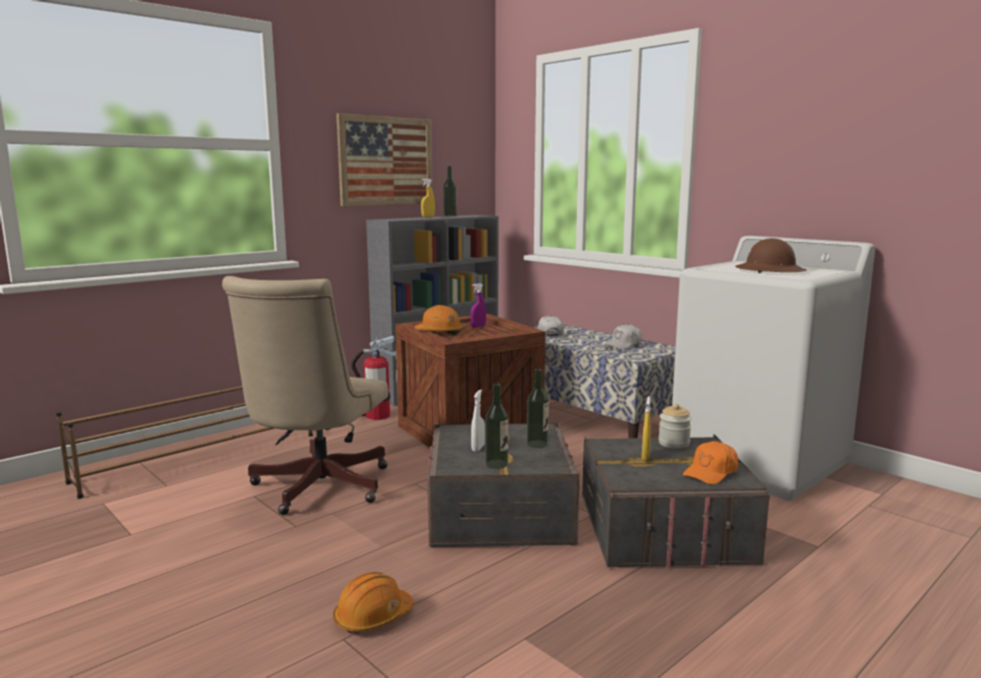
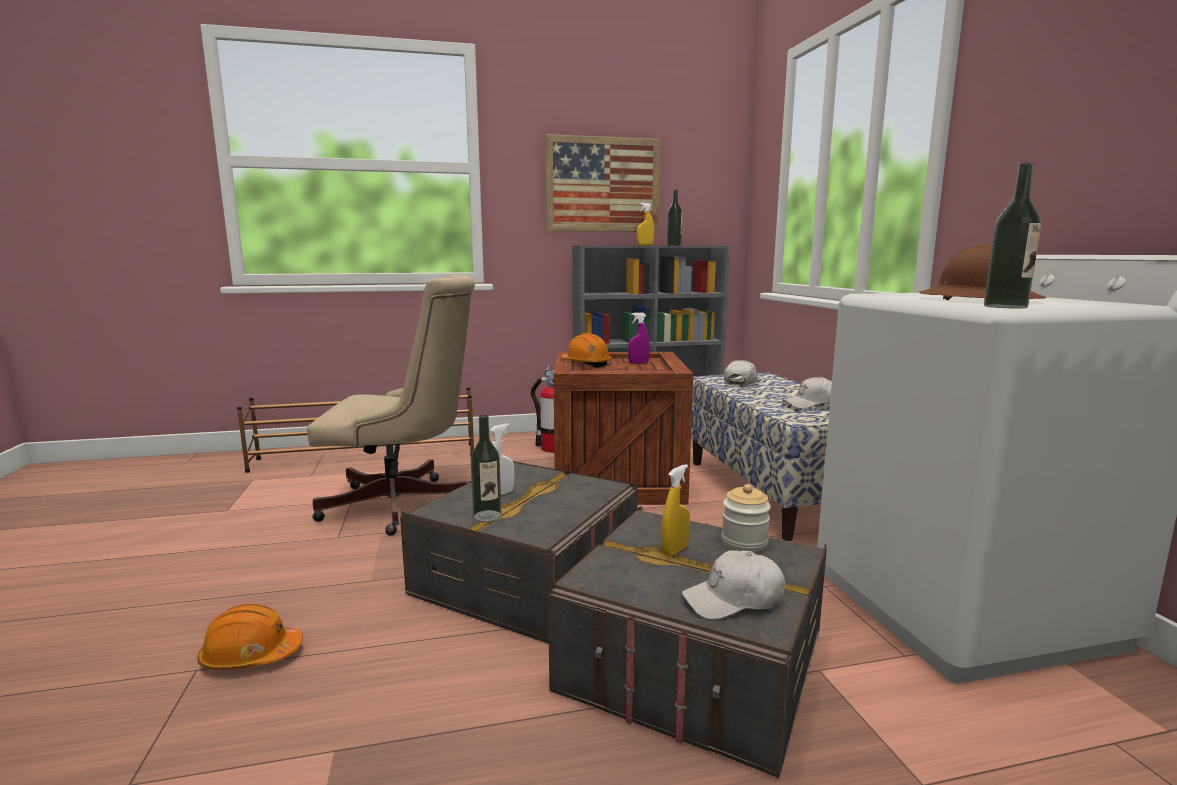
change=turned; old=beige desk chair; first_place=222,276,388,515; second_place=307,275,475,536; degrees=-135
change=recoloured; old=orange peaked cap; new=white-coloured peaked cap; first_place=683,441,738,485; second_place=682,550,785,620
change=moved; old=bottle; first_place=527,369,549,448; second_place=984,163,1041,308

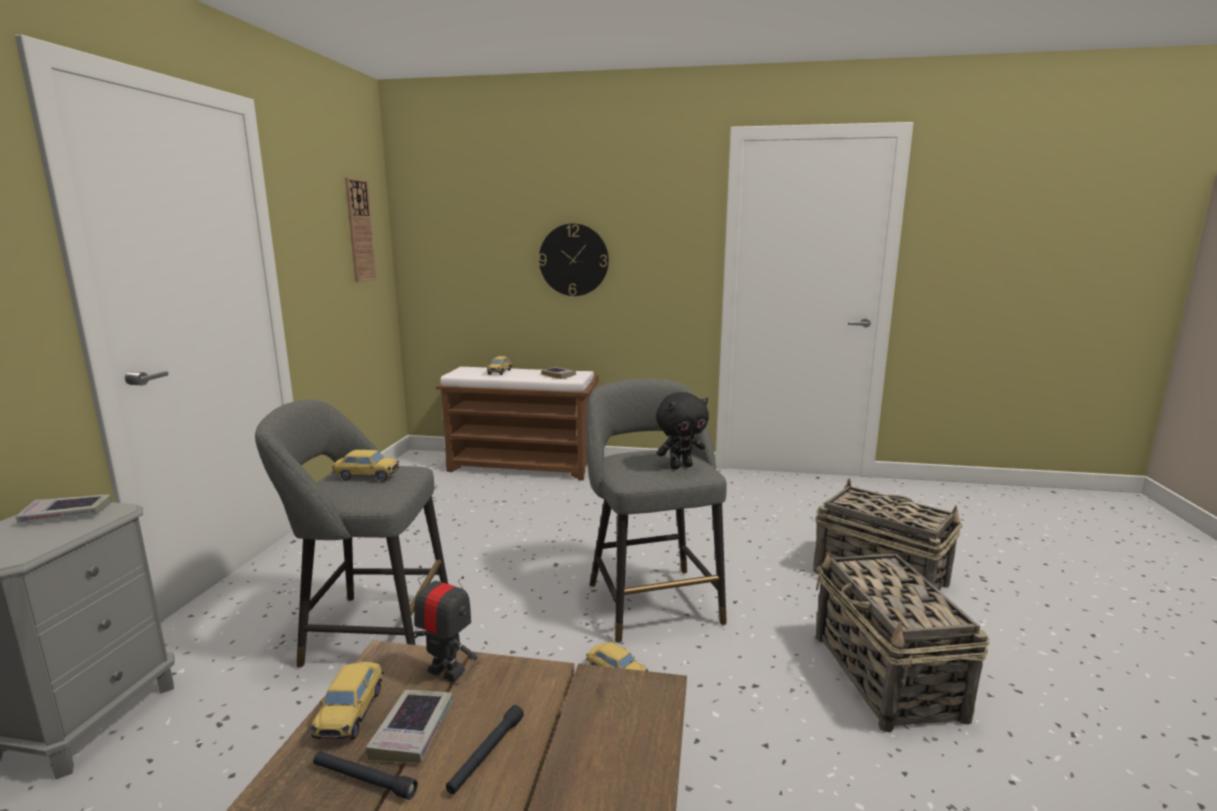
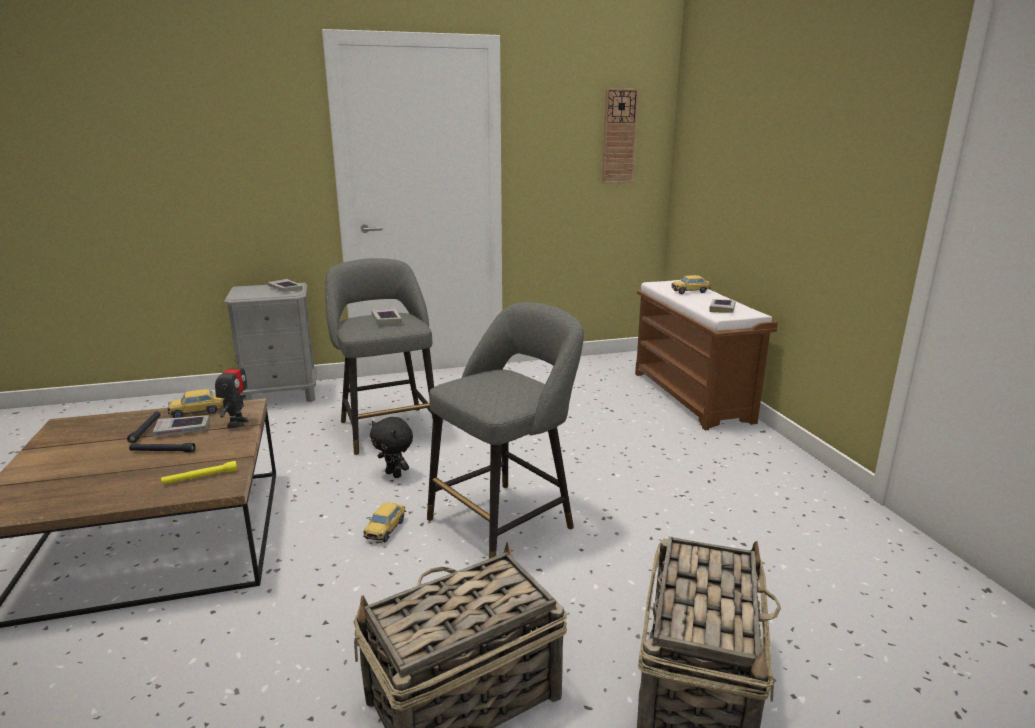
change=added; new=yellow torch; second_place=161,461,237,484
change=moved; old=black-coloured soft toy; first_place=656,392,709,469; second_place=370,417,413,478
change=replaced; old=miniature car; new=bound book; first_place=332,450,400,482; second_place=371,307,402,324
change=removed; old=clock on the wall; first_place=539,224,609,296

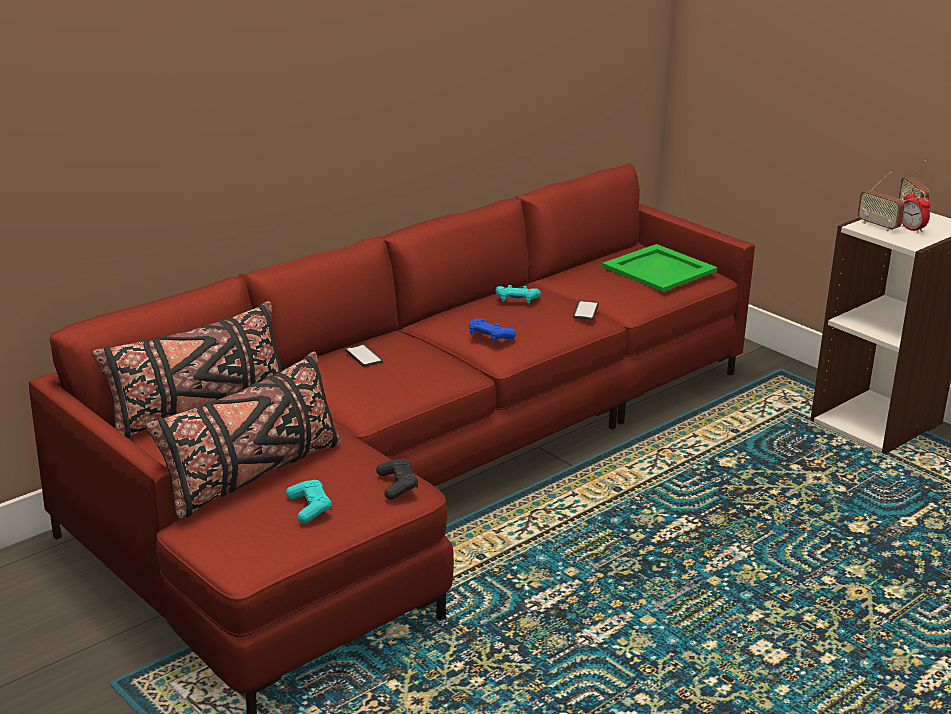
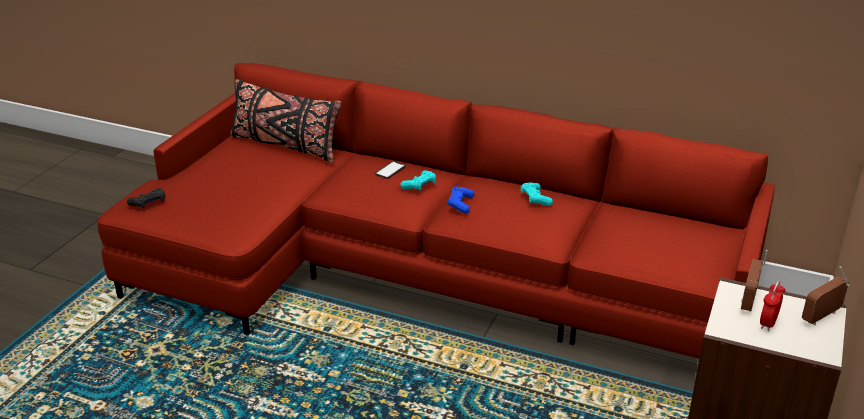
change=moved; old=black-coloured gamepad; first_place=376,459,418,500; second_place=127,188,165,209
change=moved; old=blue-green gamepad; first_place=286,480,331,524; second_place=400,171,436,191
change=removed; old=black-coloured throw pillow; first_place=146,351,341,519
change=removed; old=phone; first_place=573,300,599,320
change=removed; old=green-coloured serving tray; first_place=602,244,717,292

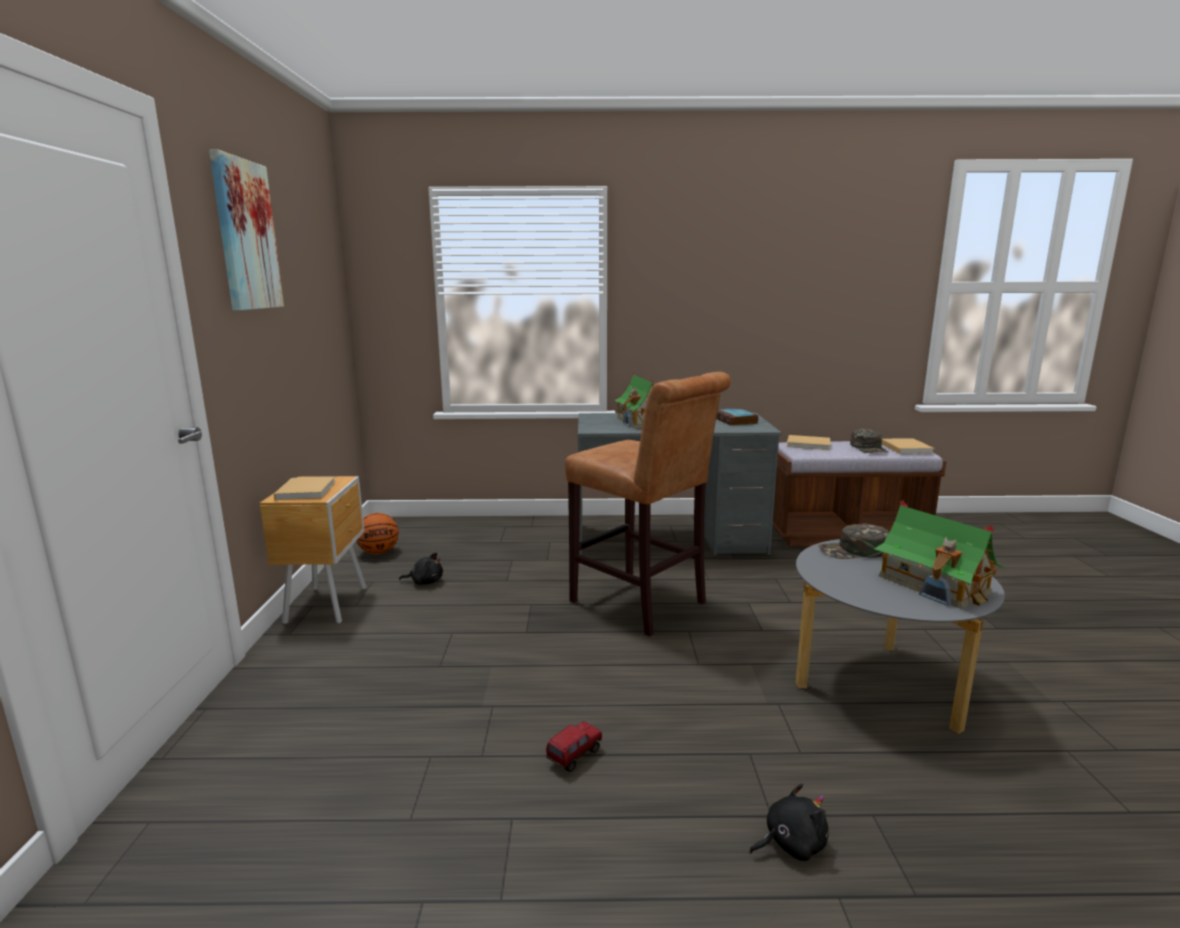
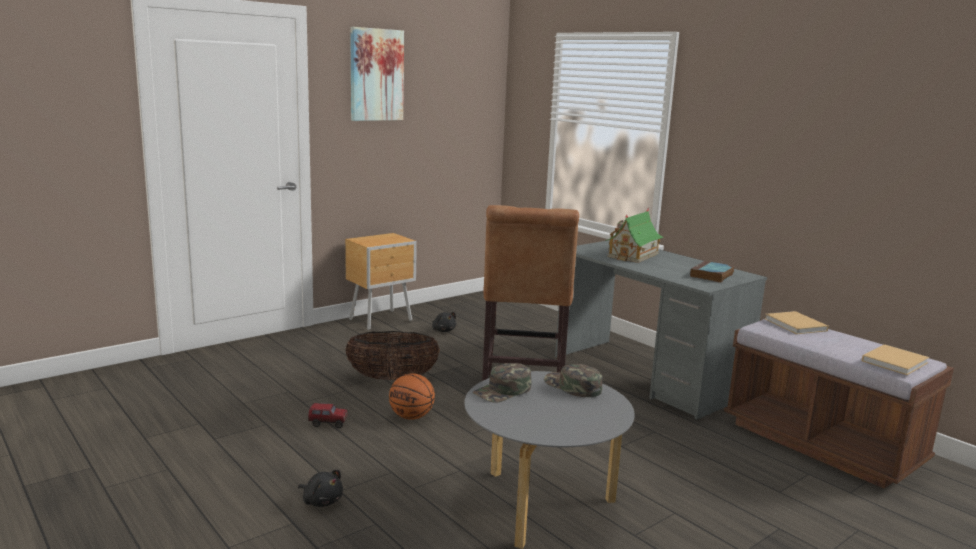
change=added; new=basket; second_place=346,331,440,380
change=moved; old=basketball; first_place=357,513,399,554; second_place=389,373,435,420
change=moved; old=green-coloured peaked cap; first_place=850,428,889,453; second_place=473,363,532,403
change=removed; old=beige bound book; first_place=274,476,336,500
change=removed; old=toy house; first_place=874,500,1006,609

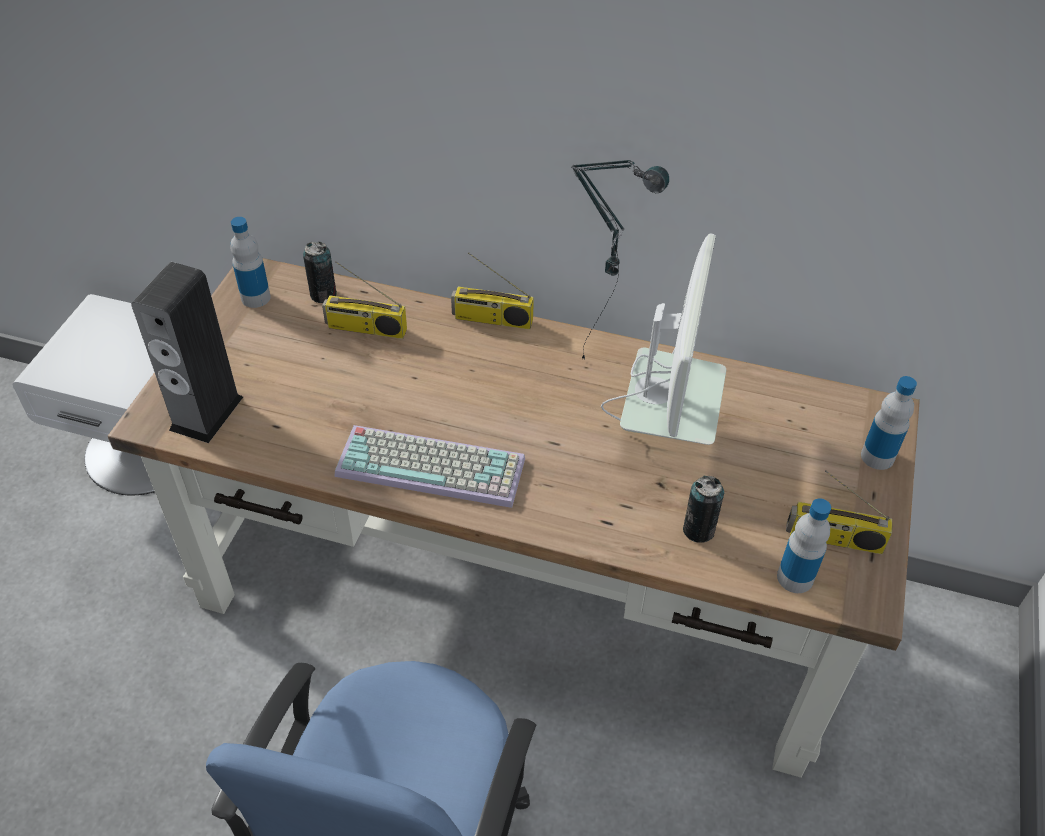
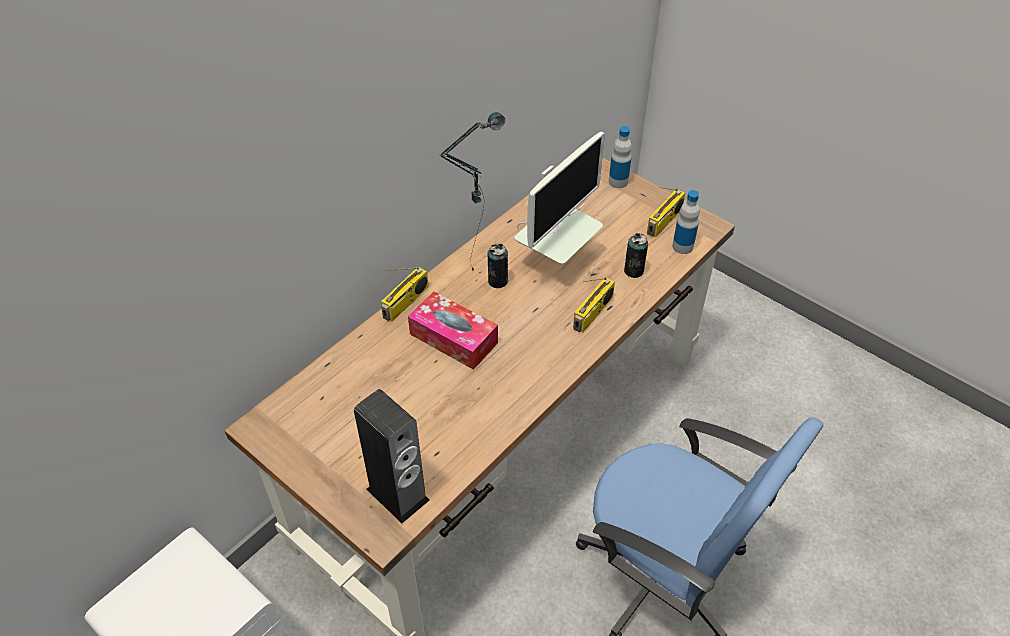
change=added; new=tissue box; second_place=408,291,498,370
change=moved; old=sealed can; first_place=303,242,337,303; second_place=488,244,508,288
change=turned; old=computer screen; first_place=601,233,726,445; second_place=514,132,605,264; degrees=90
change=moved; old=radio set; first_place=322,261,407,339; second_place=573,277,615,333
change=removed; old=bottle; first_place=230,217,271,308
change=removed; old=keyboard; first_place=334,425,525,508

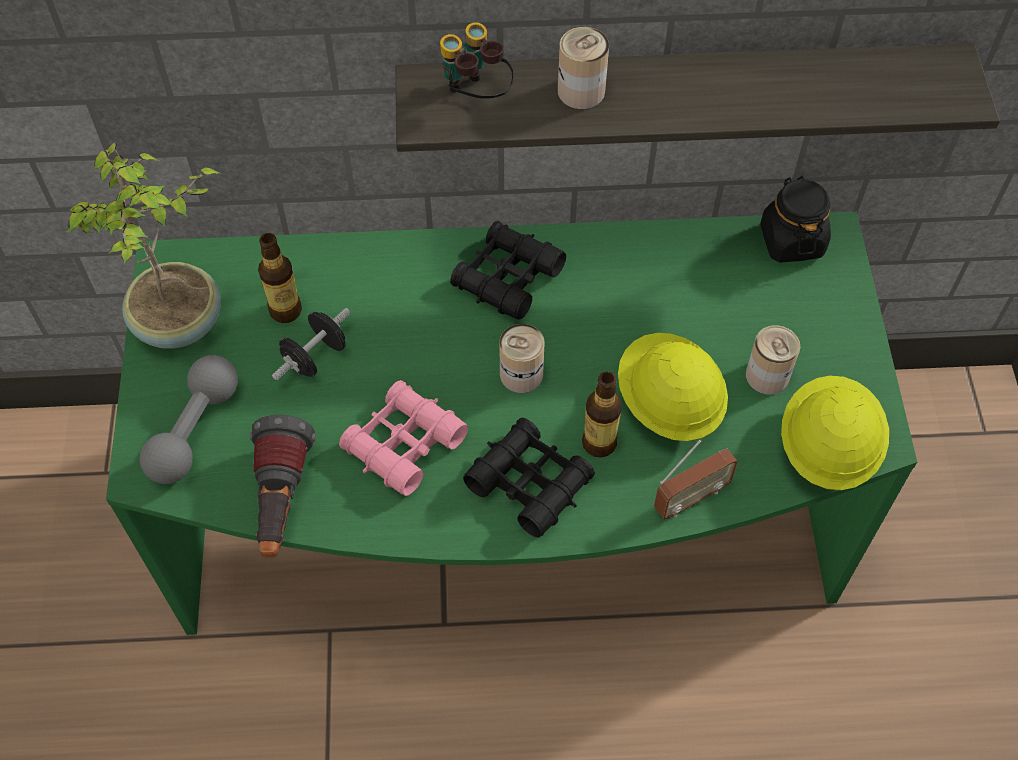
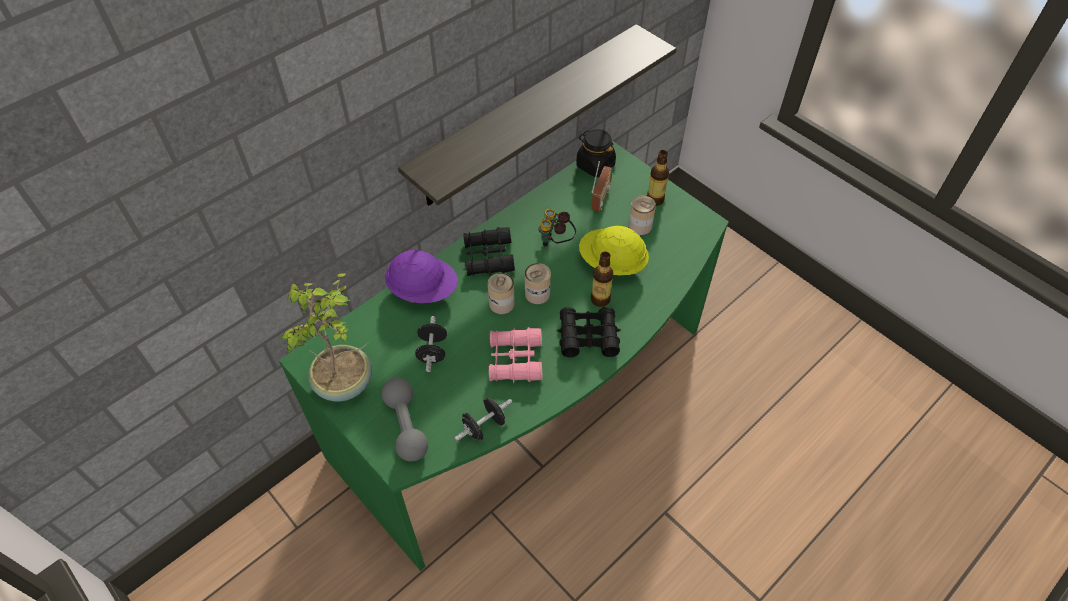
change=added; new=purple-coloured hard hat; second_place=385,250,458,303
change=replaced; old=torch; new=black-coloured free weight; first_place=250,415,316,557; second_place=455,398,512,441
change=moved; old=sealed can; first_place=558,27,609,109; second_place=488,273,515,314
change=moved; old=pair of binoculars; first_place=440,22,514,99; second_place=538,209,576,246
change=moved; old=radio set; first_place=654,440,738,520; second_place=591,161,612,212
change=moved; old=bottle; first_place=258,233,302,323; second_place=647,150,669,206
change=removed; old=yellow hard hat; first_place=781,376,889,490

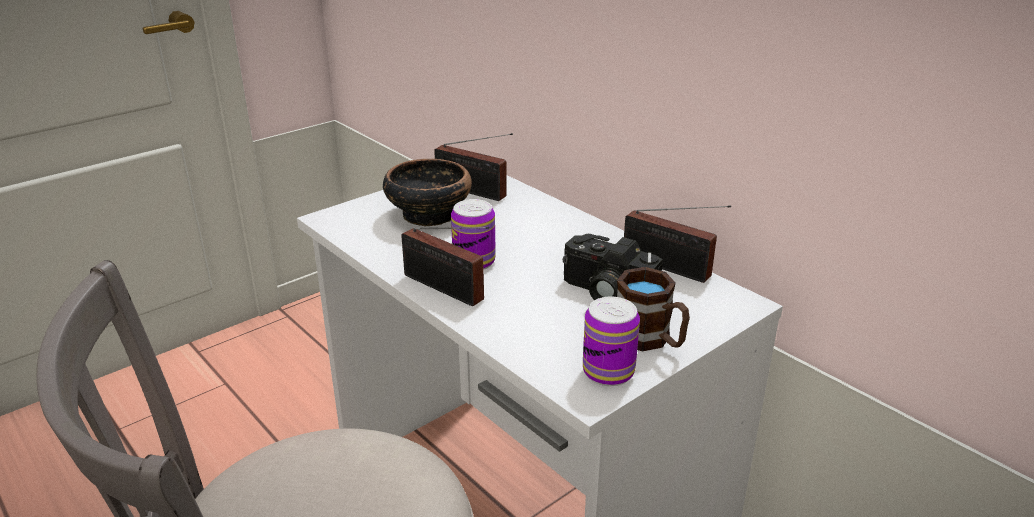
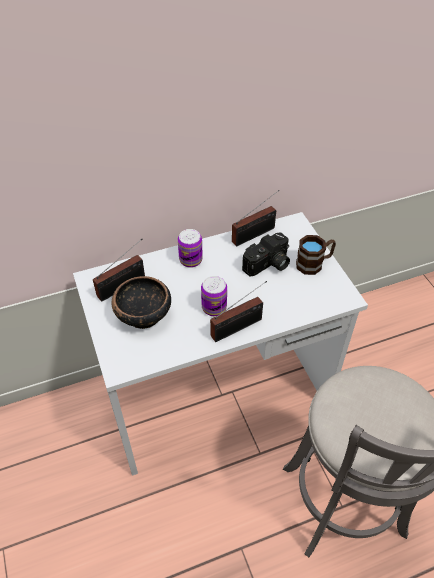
change=moved; old=sealed can; first_place=583,297,640,386; second_place=178,229,203,268

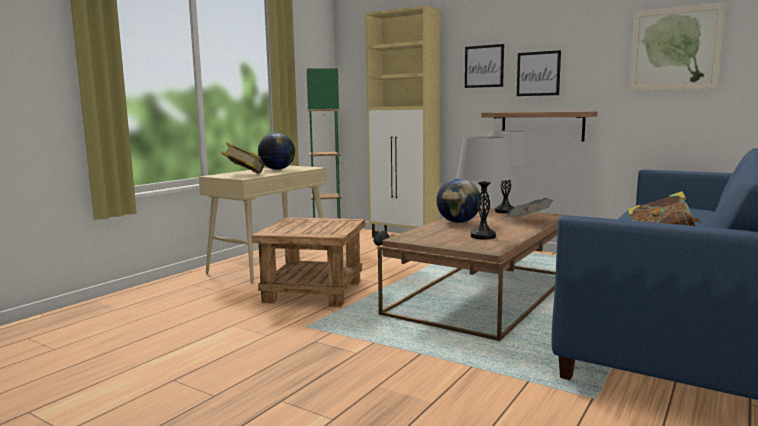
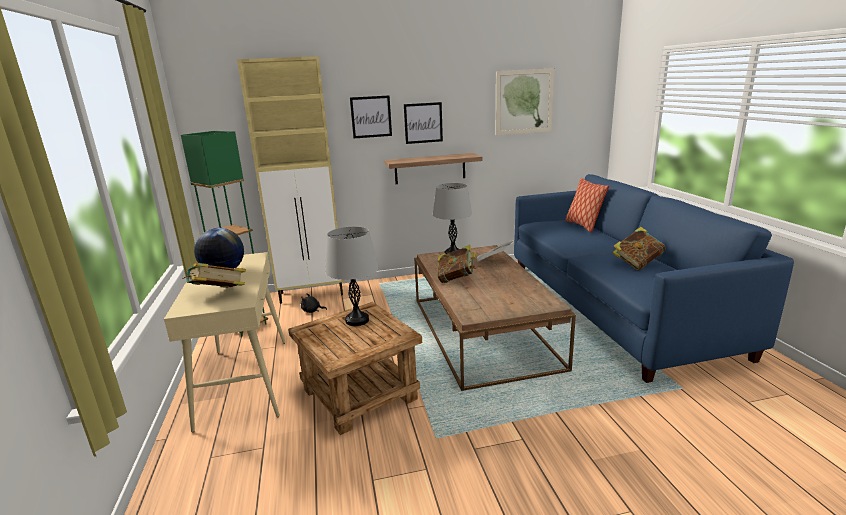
change=moved; old=gray tabletop lamp; first_place=456,136,513,240; second_place=325,226,379,326
change=replaced; old=globe; new=bound book; first_place=436,179,481,223; second_place=437,245,476,283
change=added; new=throw pillow; second_place=565,178,609,233

